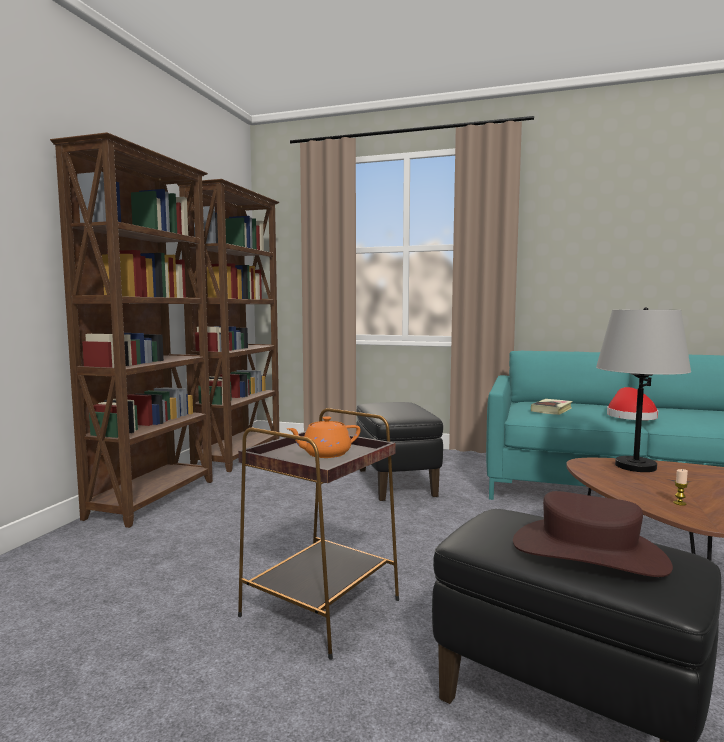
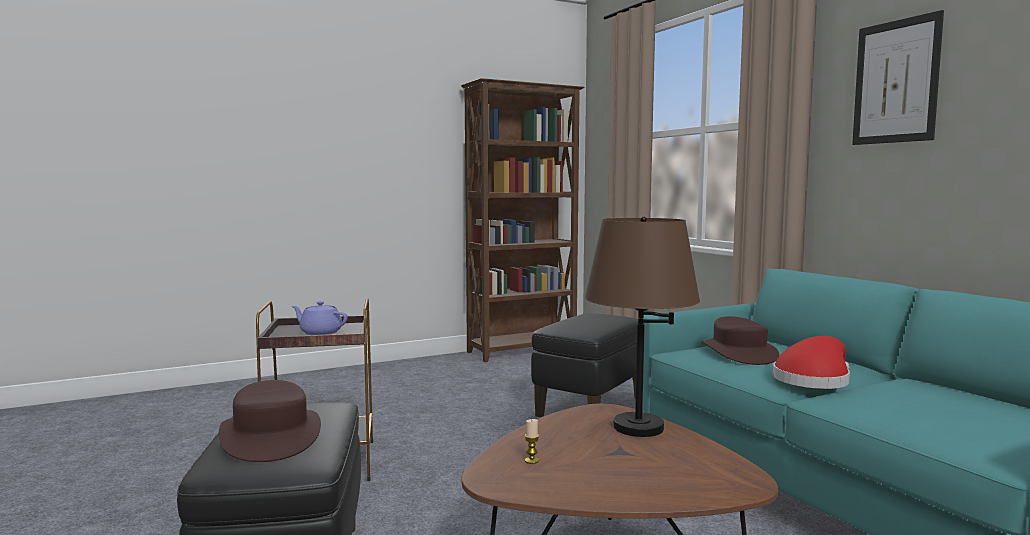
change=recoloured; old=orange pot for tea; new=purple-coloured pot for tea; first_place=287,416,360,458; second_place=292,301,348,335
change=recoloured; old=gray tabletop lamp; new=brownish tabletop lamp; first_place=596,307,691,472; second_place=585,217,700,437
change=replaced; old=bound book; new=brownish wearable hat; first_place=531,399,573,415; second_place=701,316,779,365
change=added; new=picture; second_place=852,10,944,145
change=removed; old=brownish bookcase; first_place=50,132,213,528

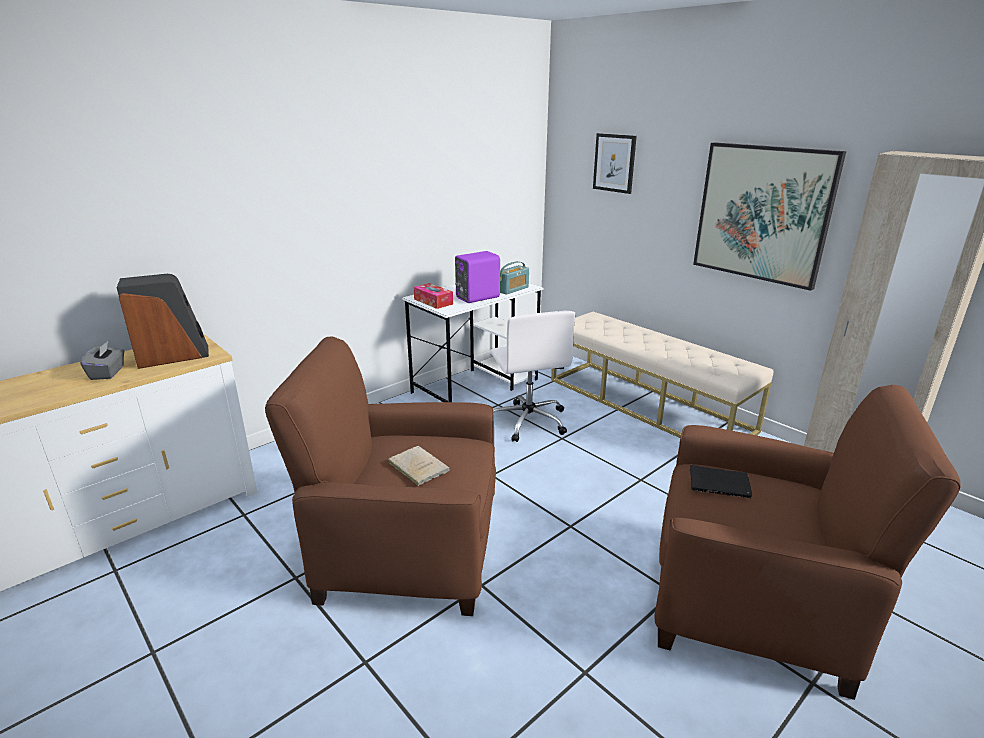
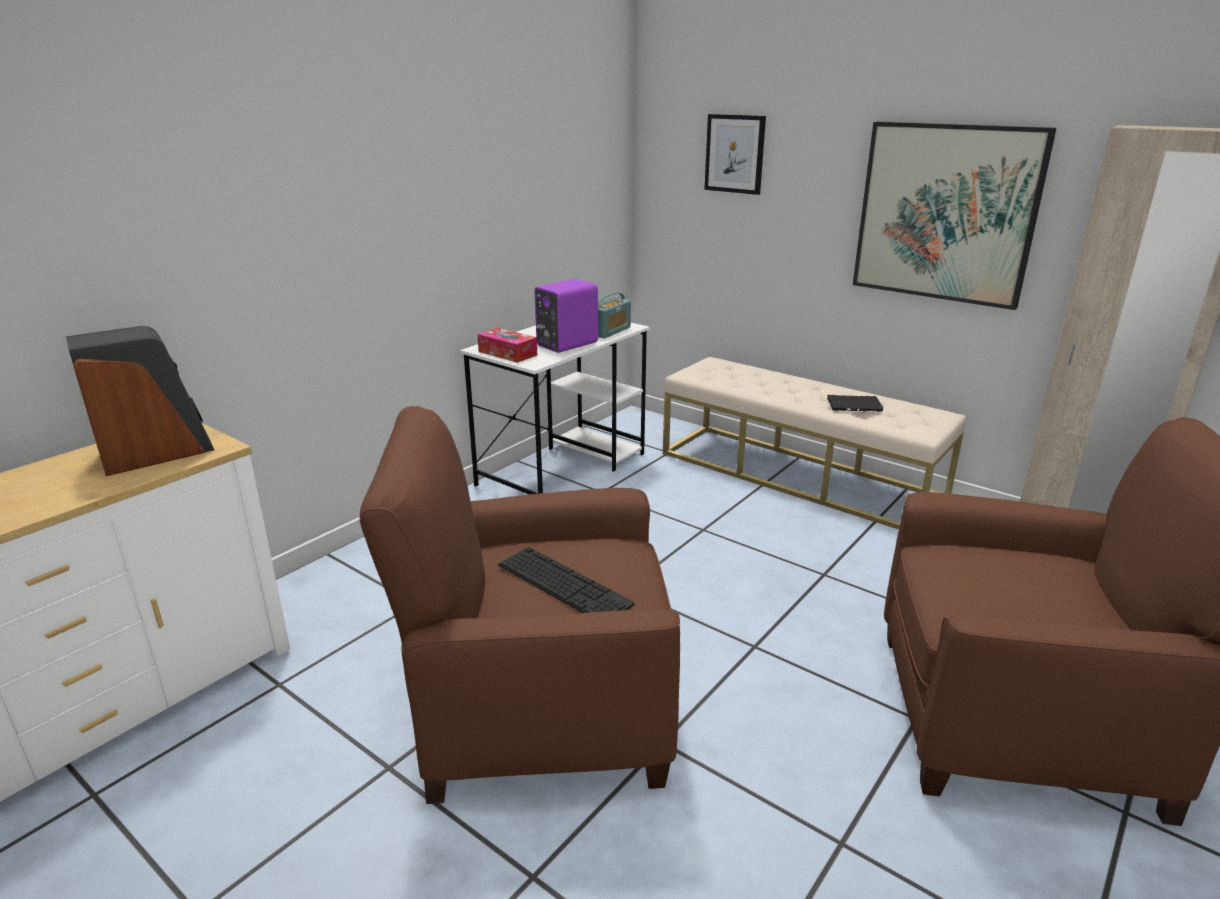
change=replaced; old=beige bound book; new=keyboard; first_place=387,446,450,486; second_place=498,547,635,613
change=moved; old=black-coloured bound book; first_place=690,465,752,499; second_place=827,395,883,412
change=removed; old=gray tissue box; first_place=81,341,124,380
change=removed; old=white-coloured desk chair; first_place=490,311,575,442

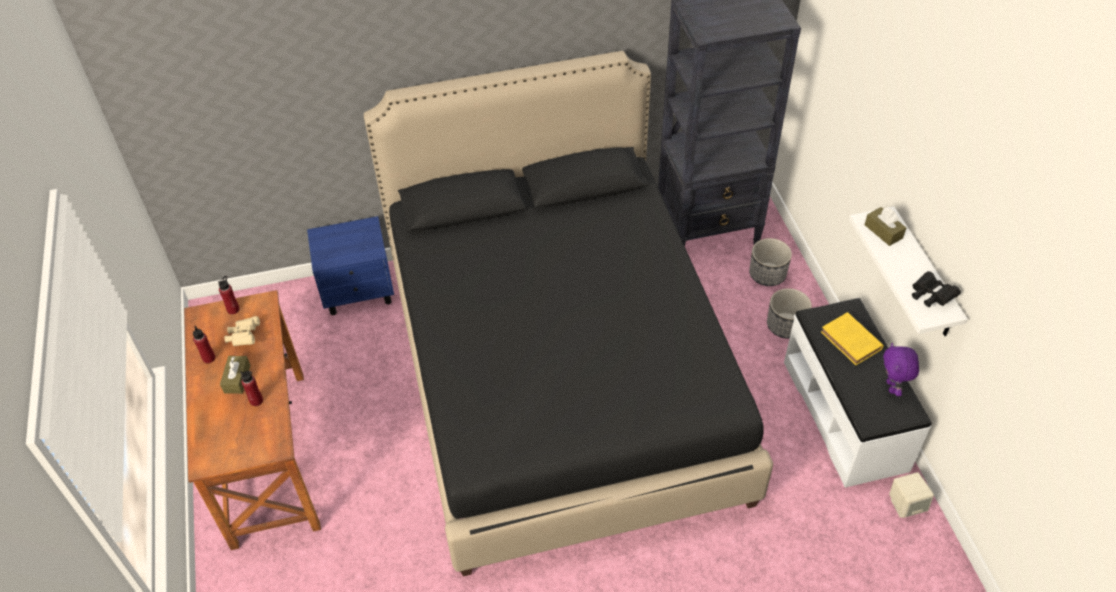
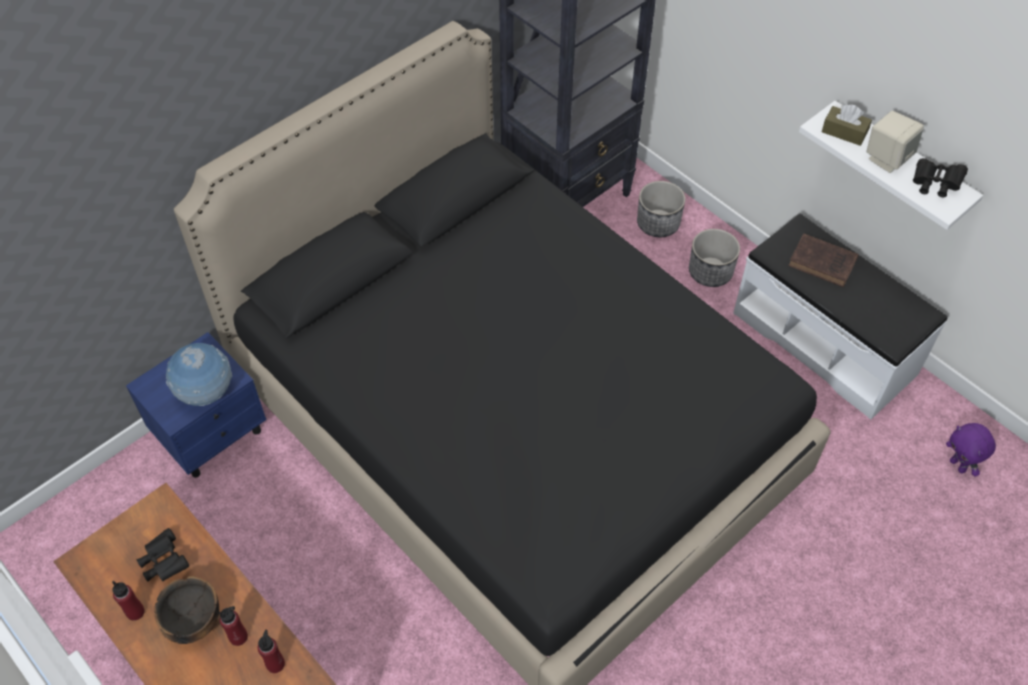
change=recoloured; old=beige pair of binoculars; new=black-coloured pair of binoculars; first_place=224,316,260,346; second_place=137,528,189,582
change=replaced; old=brownish tissue box; new=serving bowl; first_place=220,356,250,394; second_place=154,576,219,644
change=added; new=globe; second_place=166,343,232,406
change=moved; old=red-coloured bottle; first_place=218,276,240,314; second_place=258,630,285,673
change=recoloured; old=yellow bound book; new=brownish bound book; first_place=821,312,884,365; second_place=788,233,859,287
change=moved; old=beige loudspeaker; first_place=889,472,934,518; second_place=867,111,924,173
change=moved; old=purple-coloured soft toy; first_place=883,343,919,396; second_place=946,423,996,477

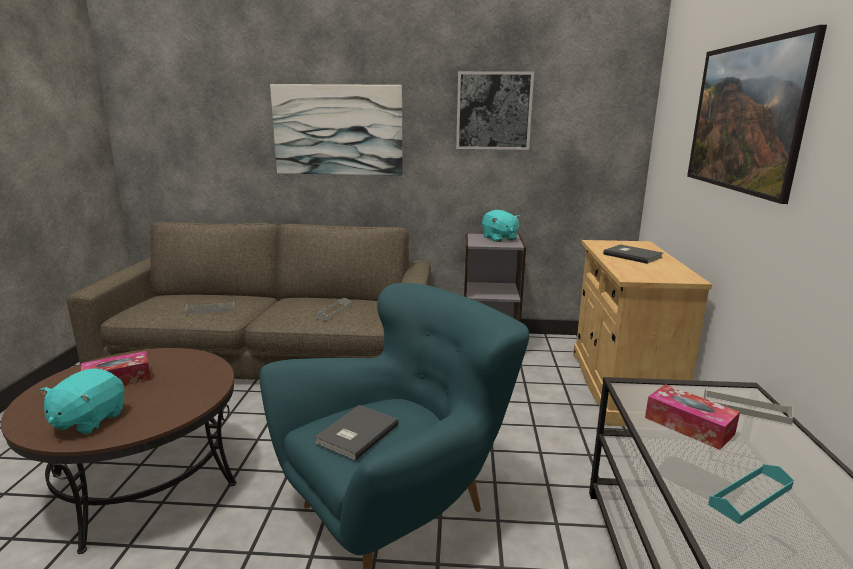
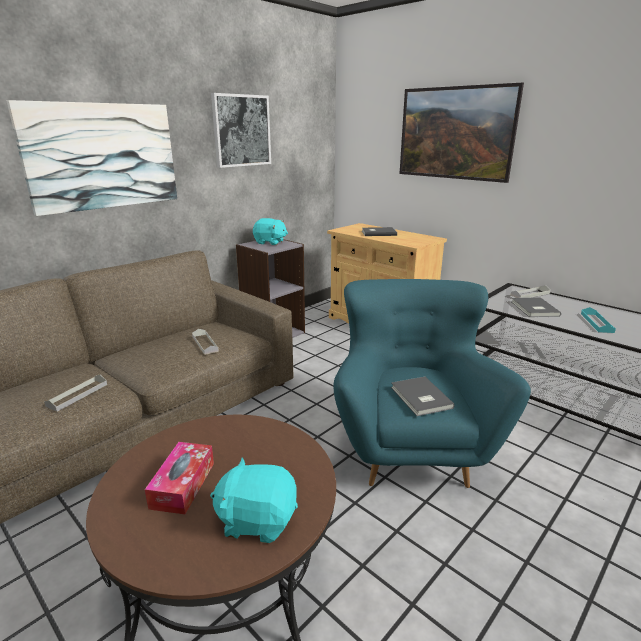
change=turned; old=blue-green soft toy; first_place=40,369,124,435; second_place=210,457,298,543; degrees=135
change=replaced; old=tissue box; new=gray bound book; first_place=645,384,740,450; second_place=511,297,561,317

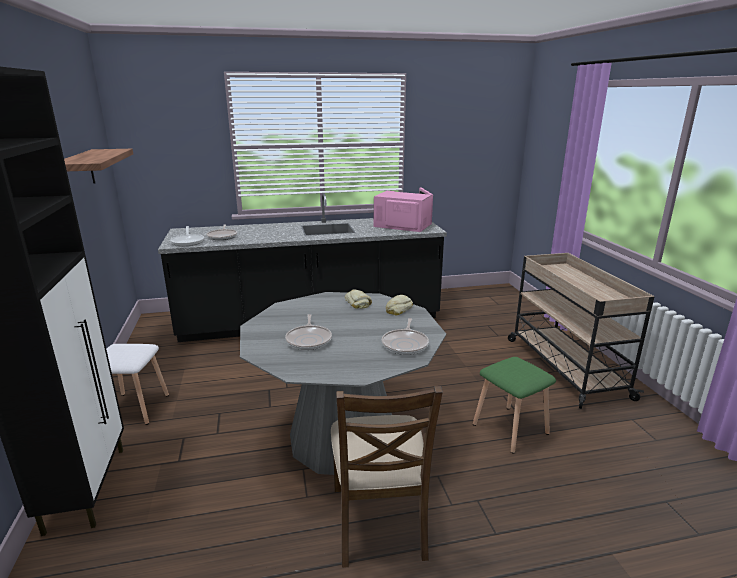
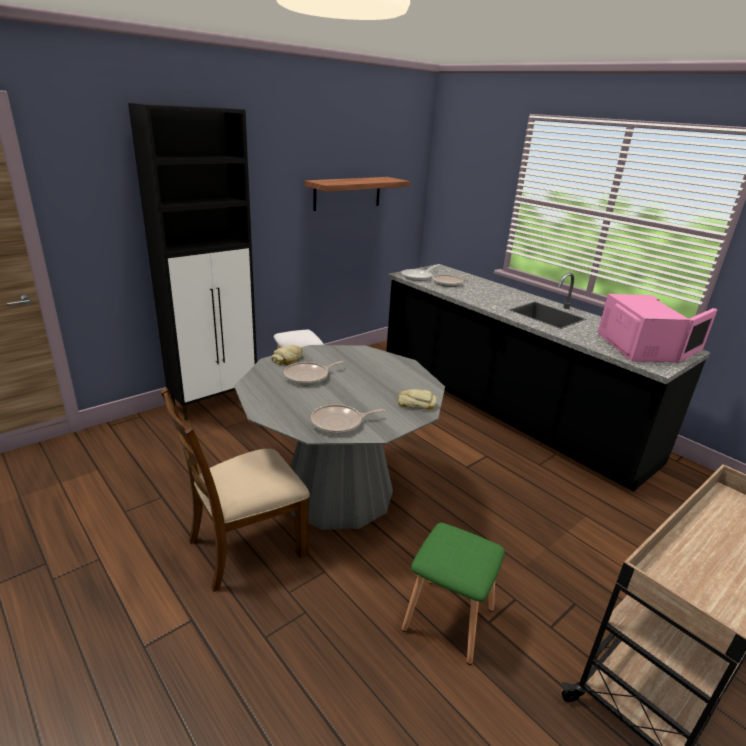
change=moved; old=baked bread; first_place=345,289,372,309; second_place=271,345,302,365

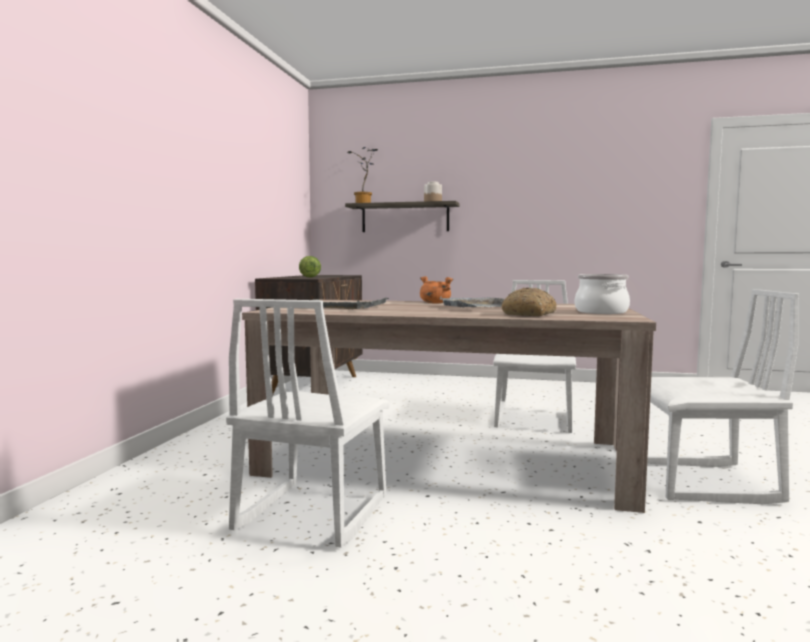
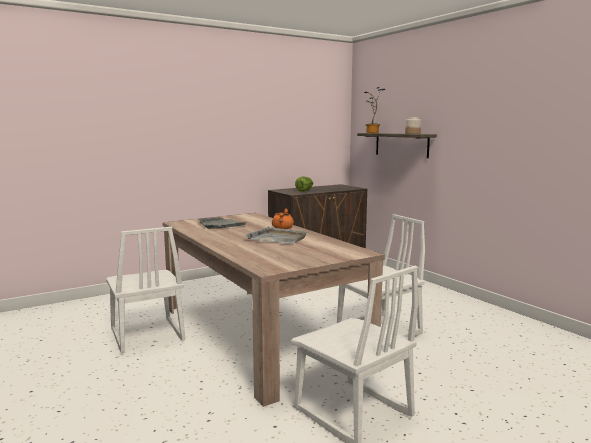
change=turned; old=white-coloured plain chair; first_place=226,299,390,548; second_place=106,227,185,353; degrees=-90
change=removed; old=baked bread; first_place=501,288,556,316
change=removed; old=cooking pot; first_place=575,274,630,314

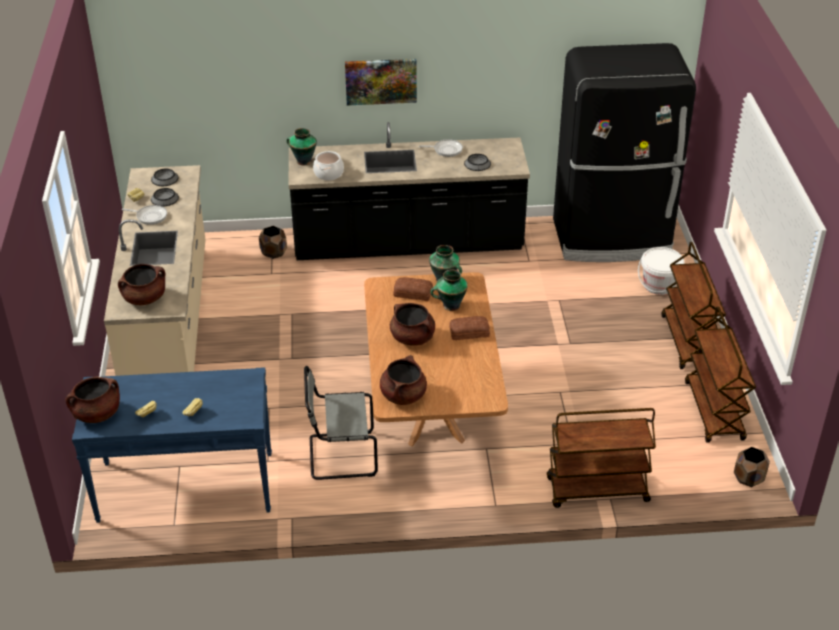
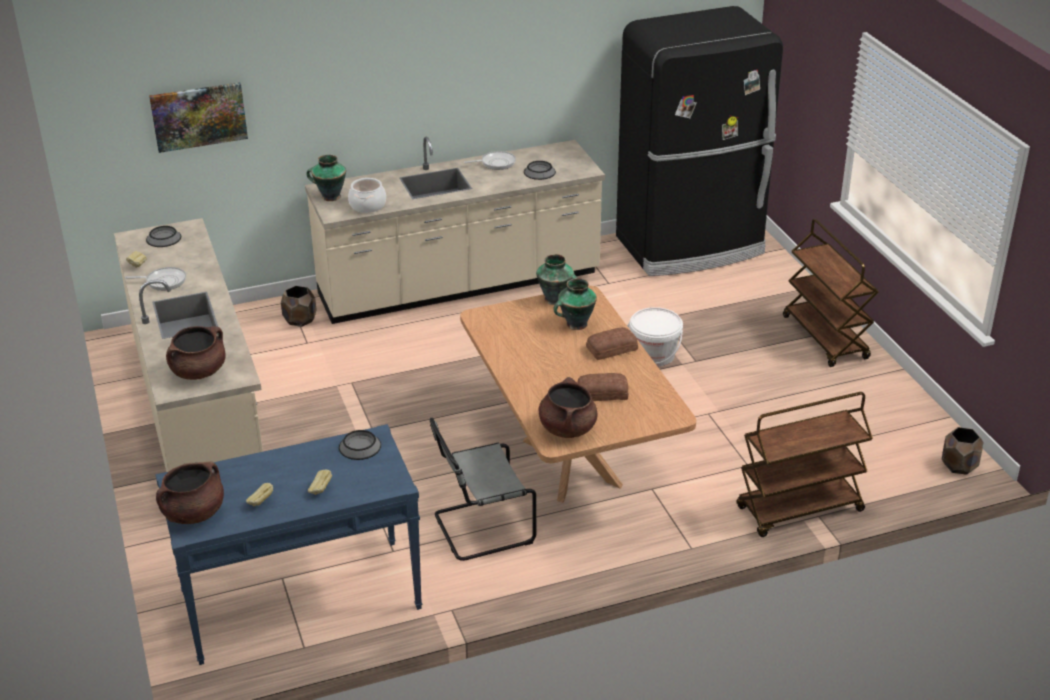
change=moved; old=picture; first_place=345,59,417,105; second_place=149,82,248,153
change=recoloured; old=black-coloured kitchen counter; new=beige kitchen counter; first_place=289,122,530,260; second_place=305,137,605,324
change=moved; old=serving bowl; first_place=151,188,179,207; second_place=339,430,381,460
change=moved; old=baked bread; first_place=393,277,433,301; second_place=578,373,629,401
change=moved; old=white-coloured bucket; first_place=638,247,684,295; second_place=628,307,683,367
change=removed; old=brownish cooking pot; first_place=390,303,435,346
change=removed; old=brownish trolley; first_place=685,307,756,443

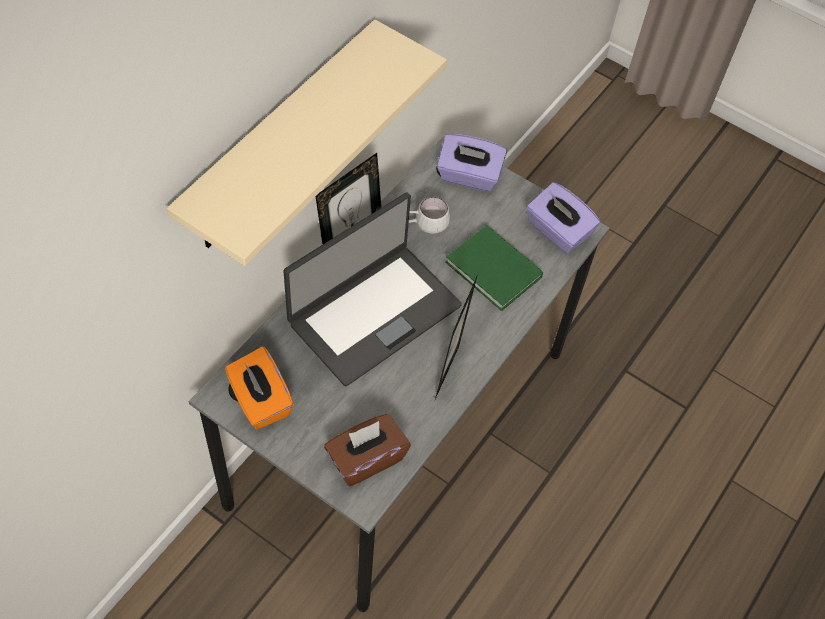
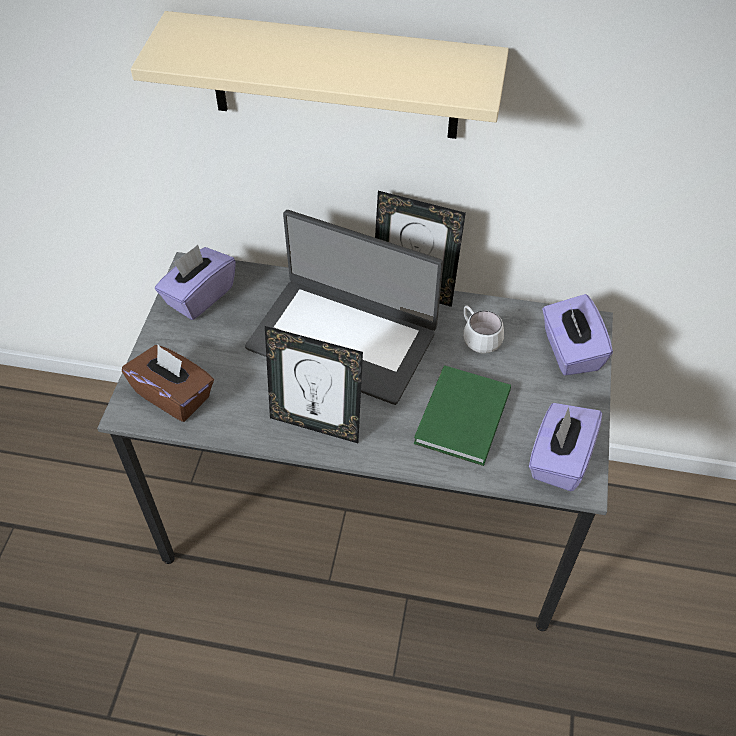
change=recoloured; old=orange tissue box; new=purple-coloured tissue box; first_place=225,346,294,429; second_place=155,245,236,320
change=turned; old=picture frame; first_place=435,274,478,399; second_place=265,326,363,443; degrees=-150

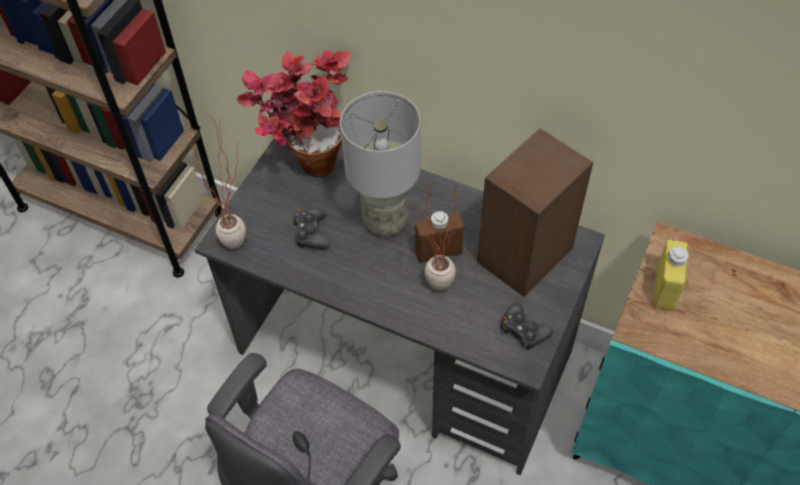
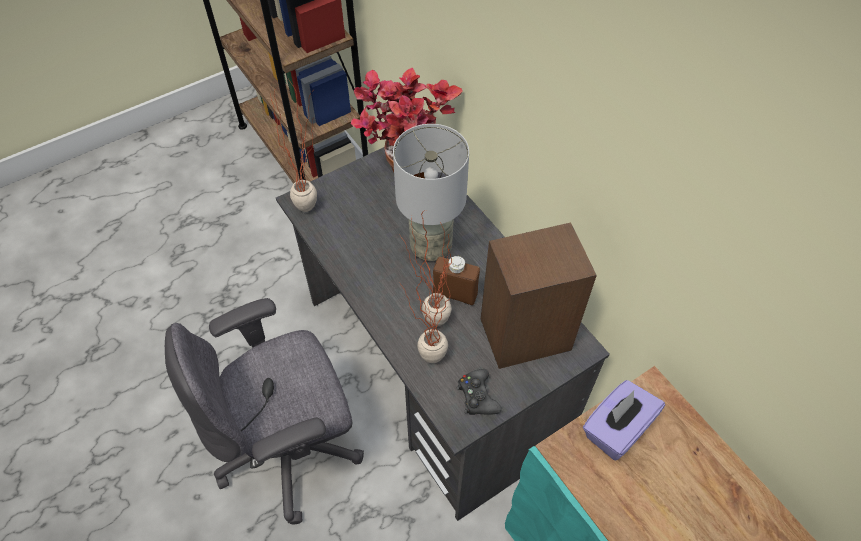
change=added; new=plant in a pot; second_place=399,258,450,363
change=replaced; old=yellow bottle; new=purple-coloured tissue box; first_place=653,240,689,311; second_place=583,380,665,460
change=removed; old=black-coloured gamepad; first_place=294,209,330,249

